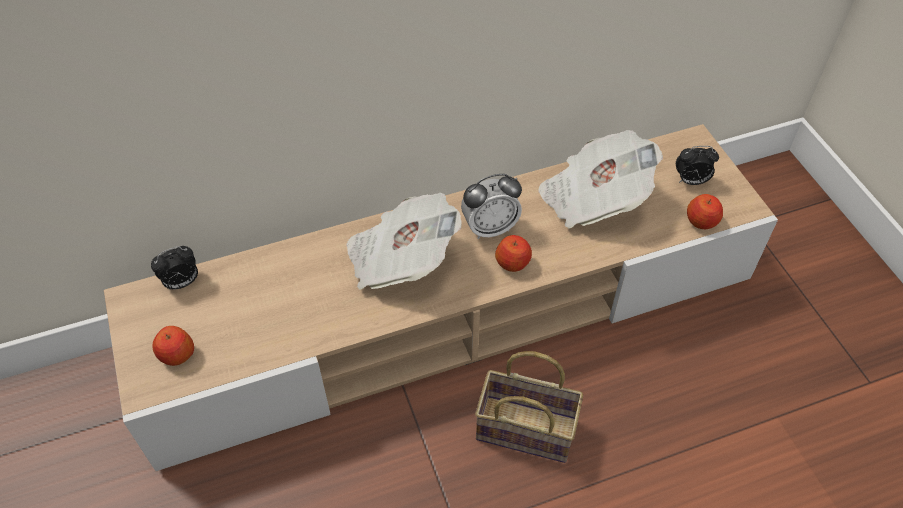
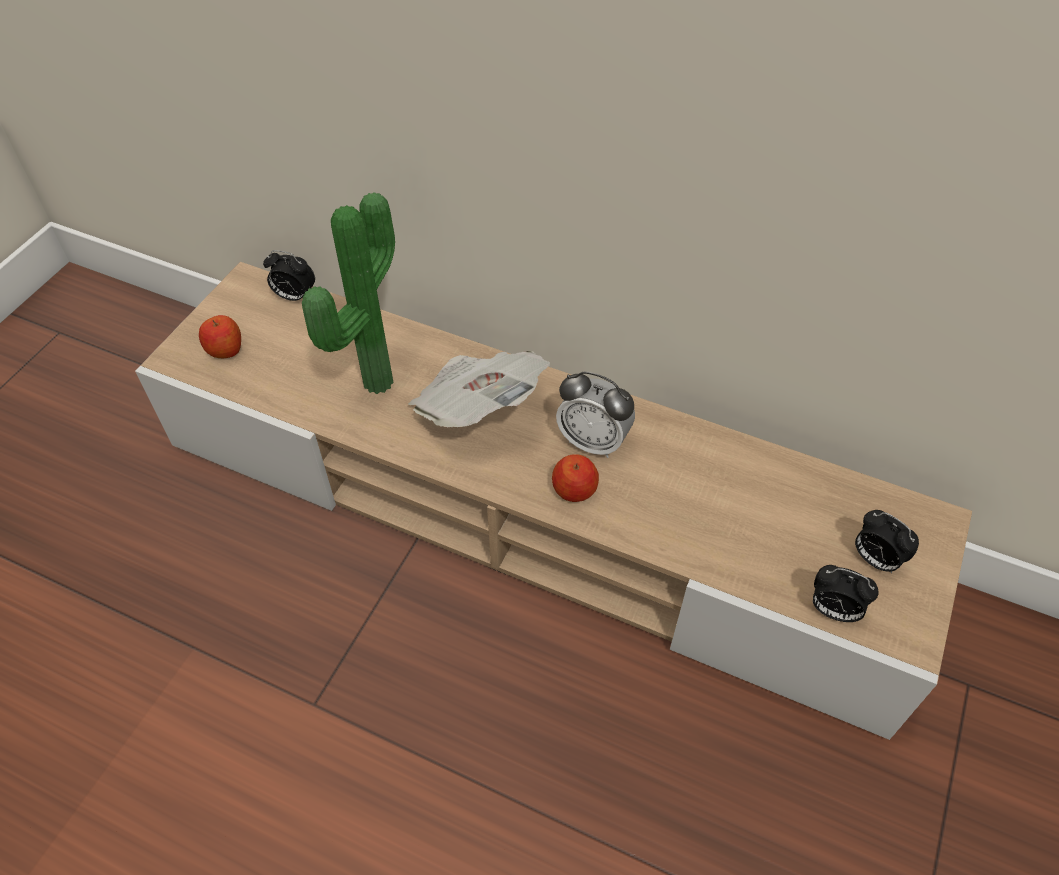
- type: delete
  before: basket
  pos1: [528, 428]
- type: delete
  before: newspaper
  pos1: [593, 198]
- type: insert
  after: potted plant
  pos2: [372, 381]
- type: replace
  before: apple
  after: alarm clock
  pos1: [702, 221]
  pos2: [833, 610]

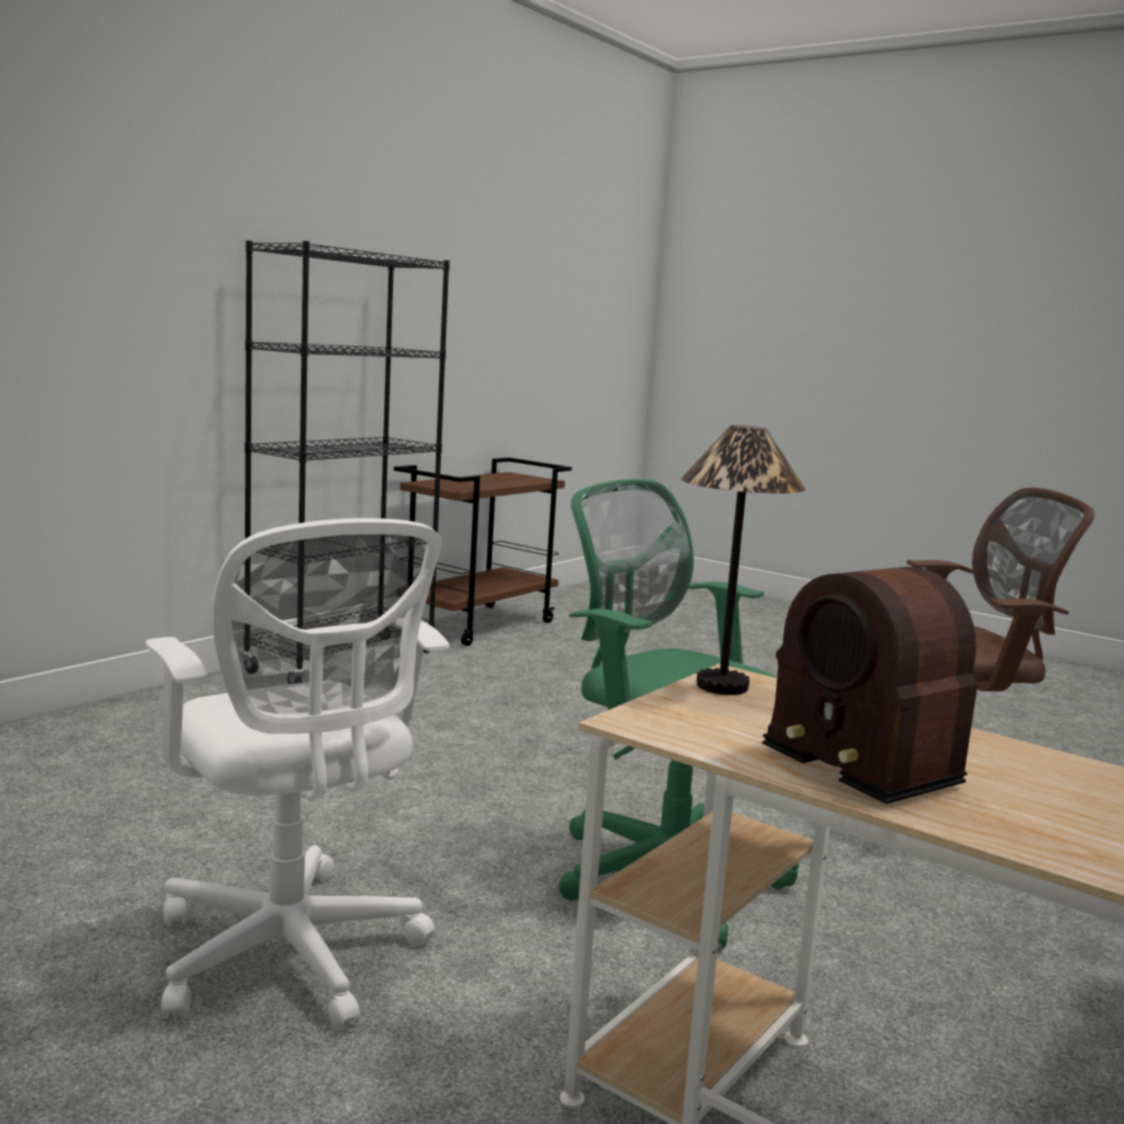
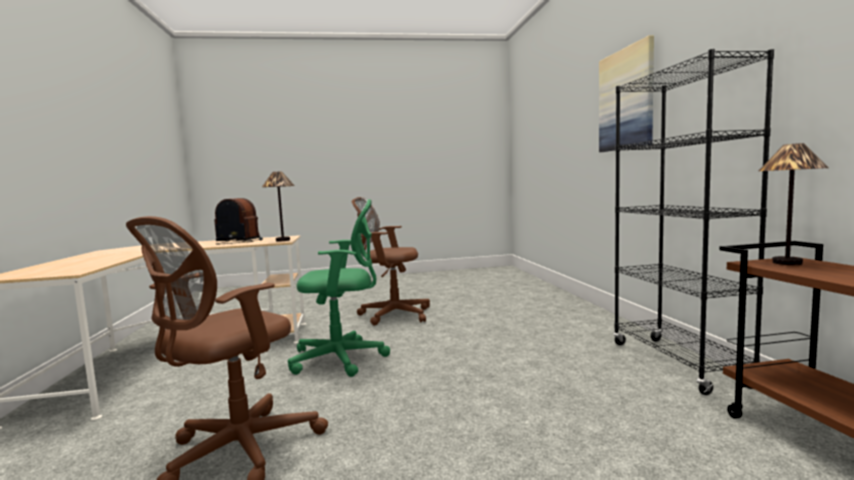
- type: insert
  after: picture
  pos2: [626, 99]
- type: insert
  after: table lamp
  pos2: [786, 263]
- type: recolor
  before: white office chair
  after: brown office chair
  pos1: [291, 957]
  pos2: [392, 315]

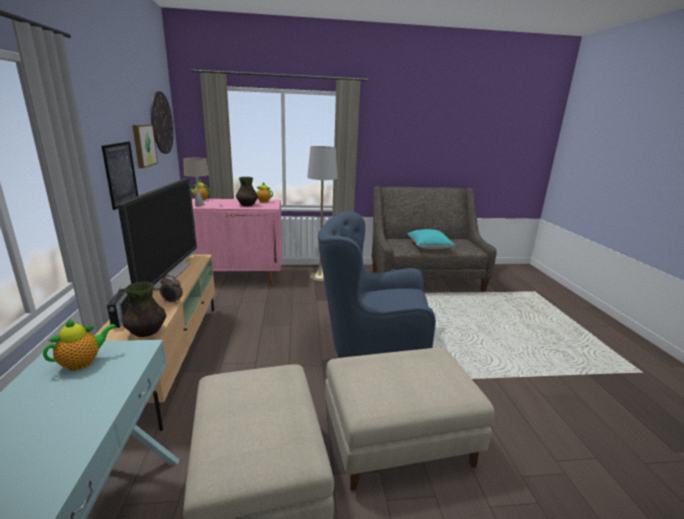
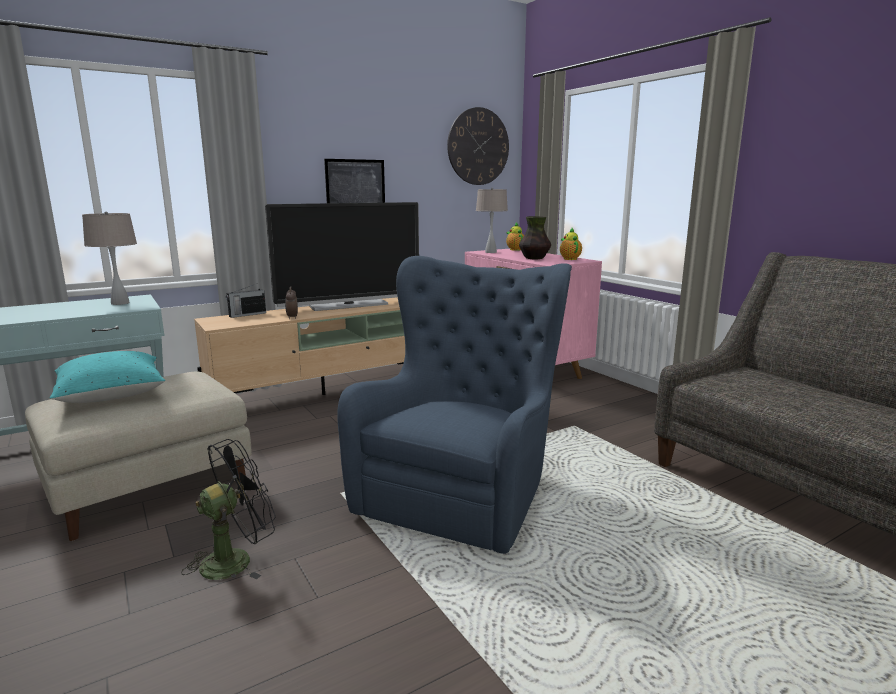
- type: delete
  before: vase
  pos1: [146, 332]
- type: delete
  before: picture
  pos1: [143, 145]
- type: delete
  before: grey floor lamp
  pos1: [320, 276]
- type: move
  before: turquoise pillow
  pos1: [429, 247]
  pos2: [112, 395]
- type: replace
  before: teapot
  after: beige table lamp
  pos1: [83, 362]
  pos2: [119, 303]
- type: replace
  before: beige ottoman
  after: black fan
  pos1: [397, 440]
  pos2: [236, 559]
- type: rotate
  before: blue armchair
  pos1: [371, 344]
  pos2: [463, 490]
  turn: 45

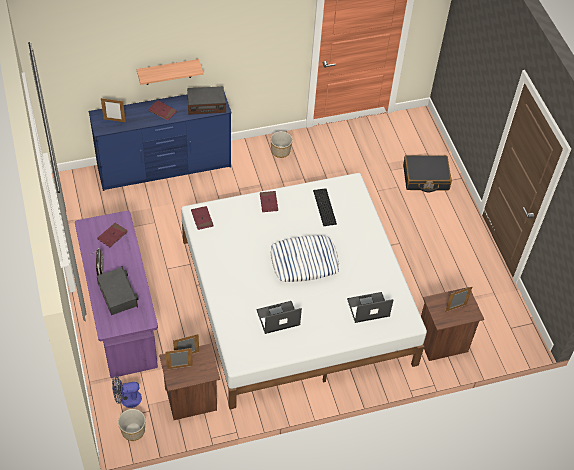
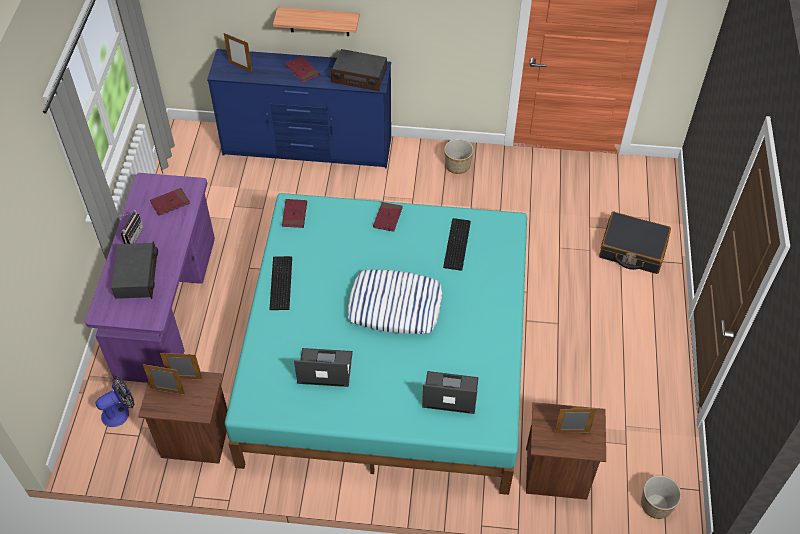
- type: insert
  after: keyboard
  pos2: [279, 283]
- type: move
  before: planter
  pos1: [133, 431]
  pos2: [656, 505]
- type: recolor
  before: white bed
  after: turquoise bed
  pos1: [295, 300]
  pos2: [386, 356]
- type: rotate
  before: fan
  pos1: [127, 399]
  pos2: [120, 412]
  turn: 135

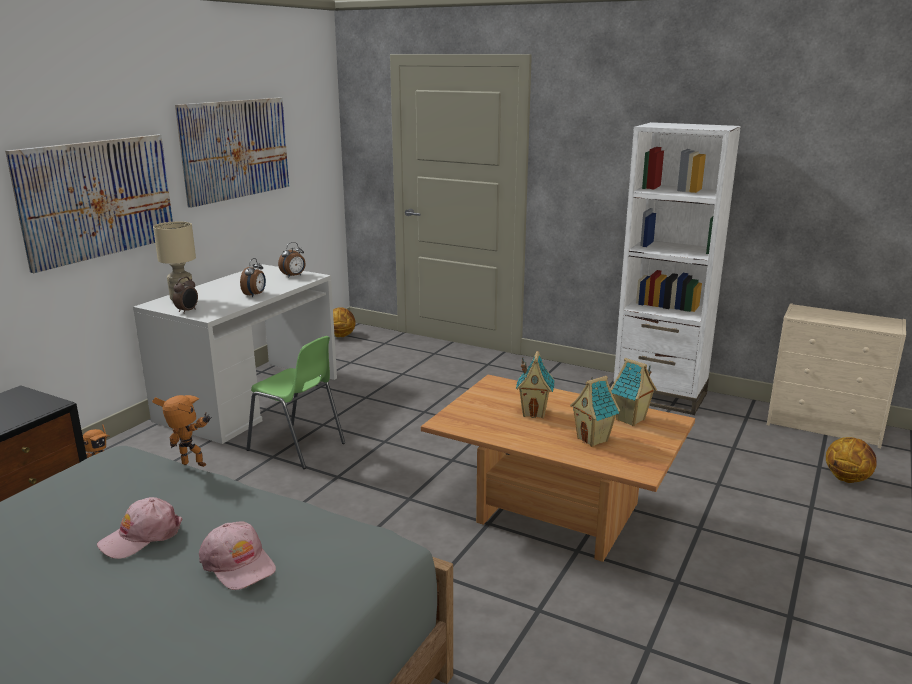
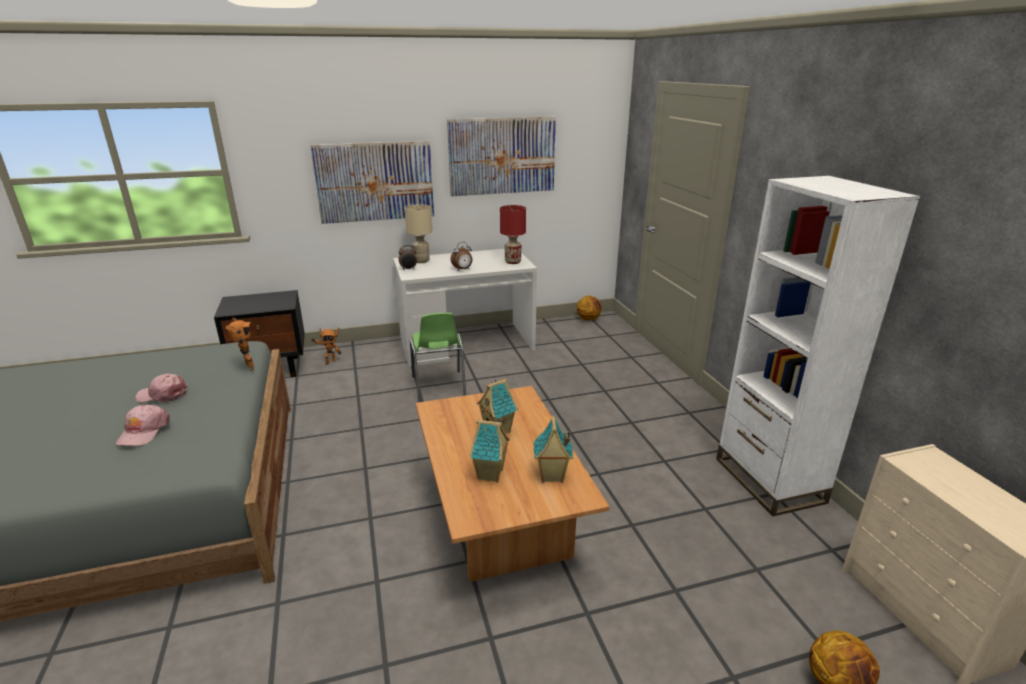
- type: replace
  before: alarm clock
  after: red table lamp
  pos1: [294, 276]
  pos2: [513, 262]

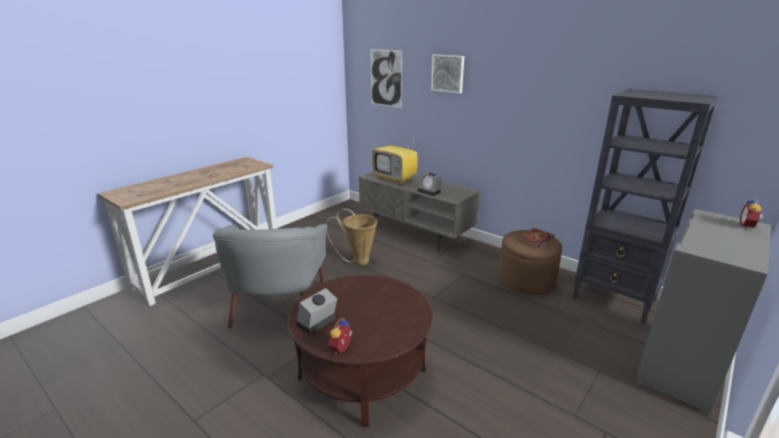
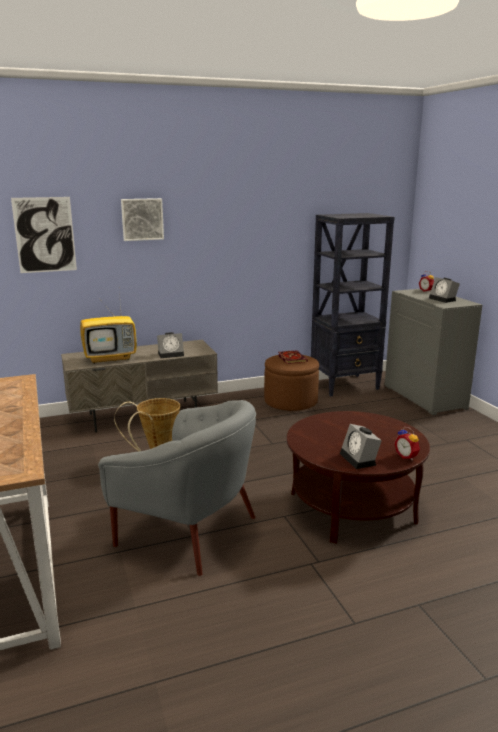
- type: insert
  after: alarm clock
  pos2: [443, 299]

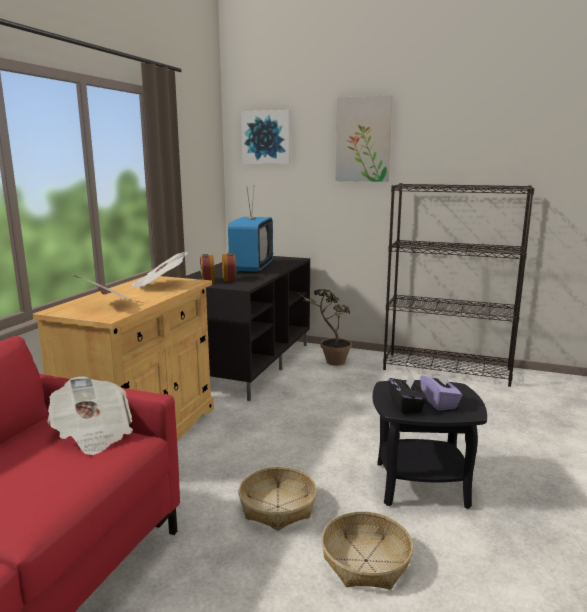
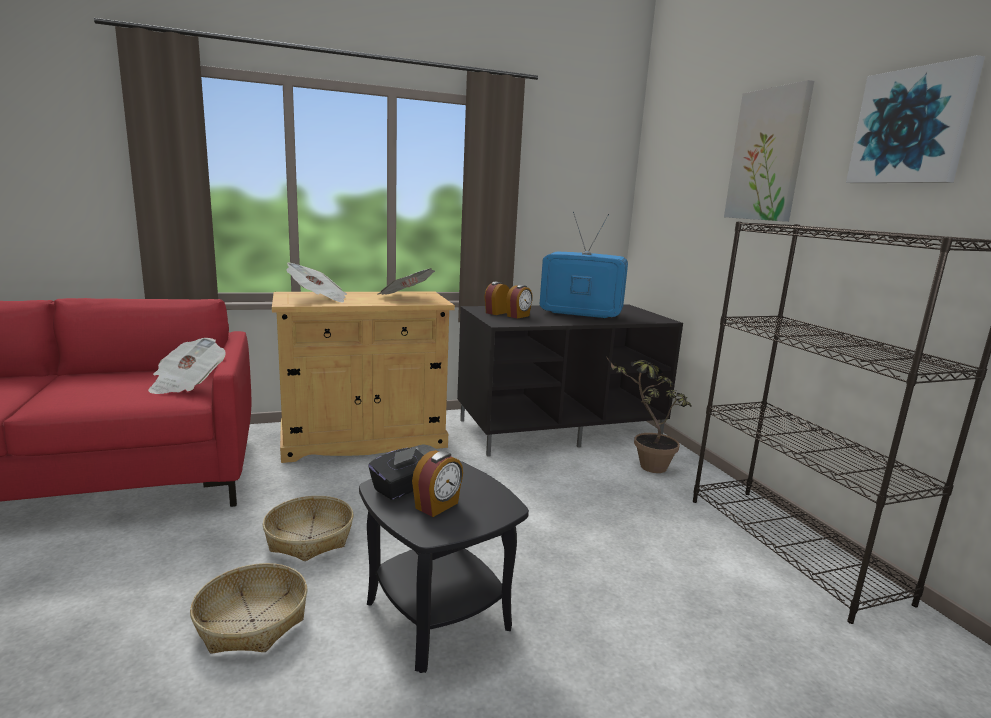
- type: move
  before: picture
  pos1: [266, 137]
  pos2: [911, 126]
- type: replace
  before: purple tissue box
  after: alarm clock
  pos1: [439, 403]
  pos2: [437, 506]
- type: rotate
  before: television
  pos1: [251, 267]
  pos2: [580, 314]
  turn: -135

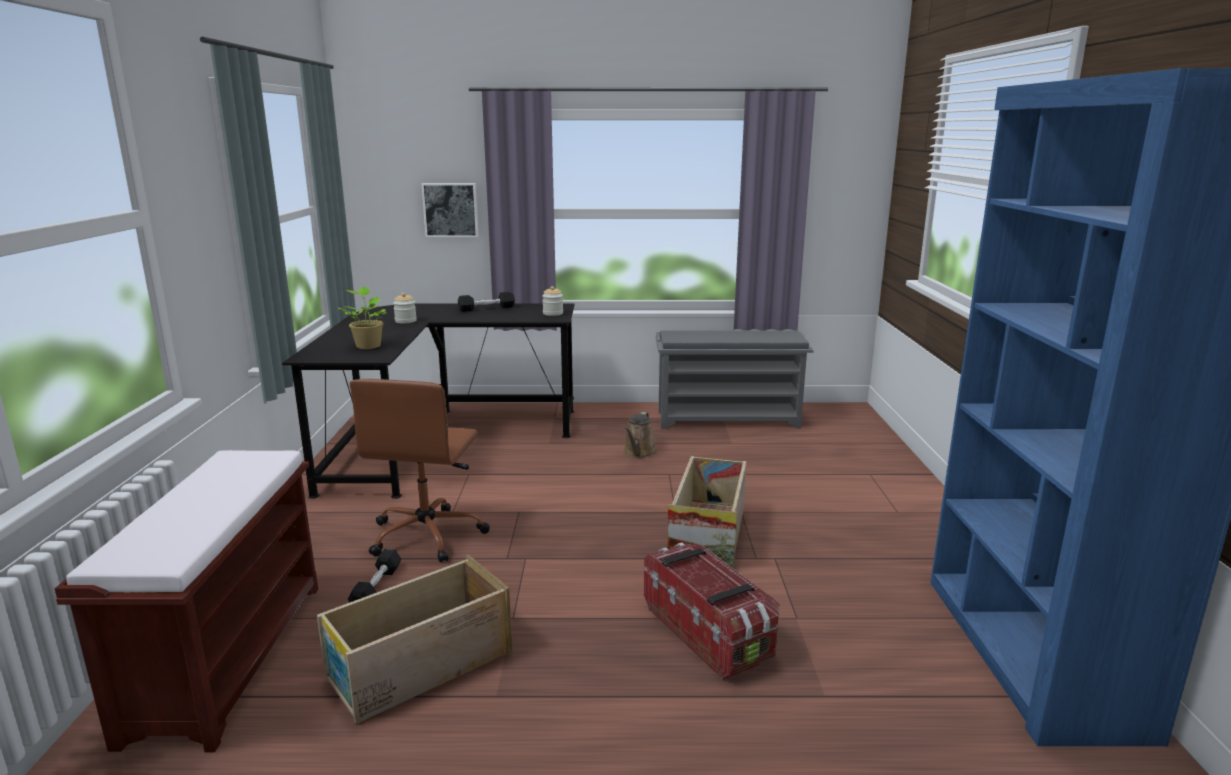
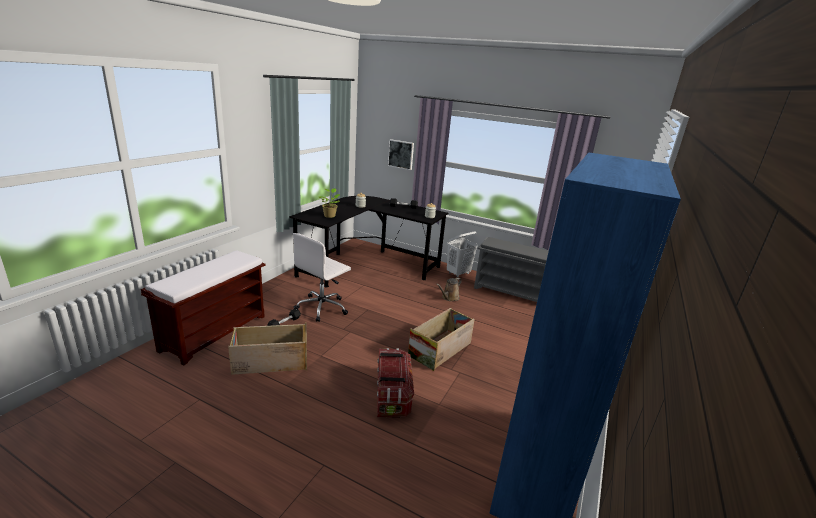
- type: insert
  after: white laundry basket
  pos2: [458, 273]
- type: recolor
  before: brown office chair
  after: white office chair
  pos1: [428, 535]
  pos2: [322, 307]

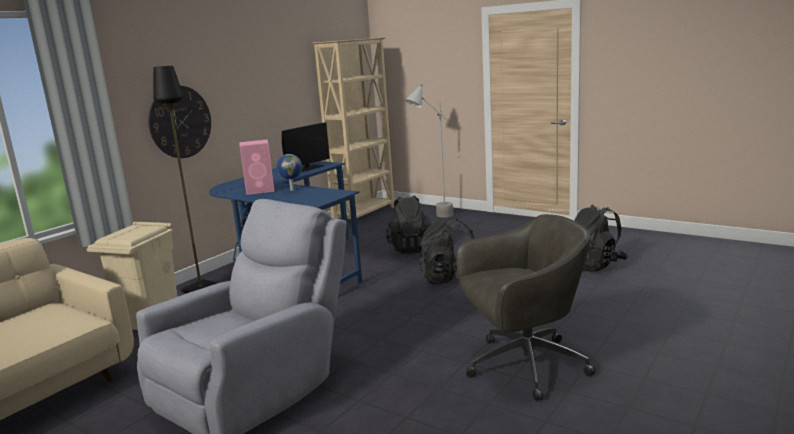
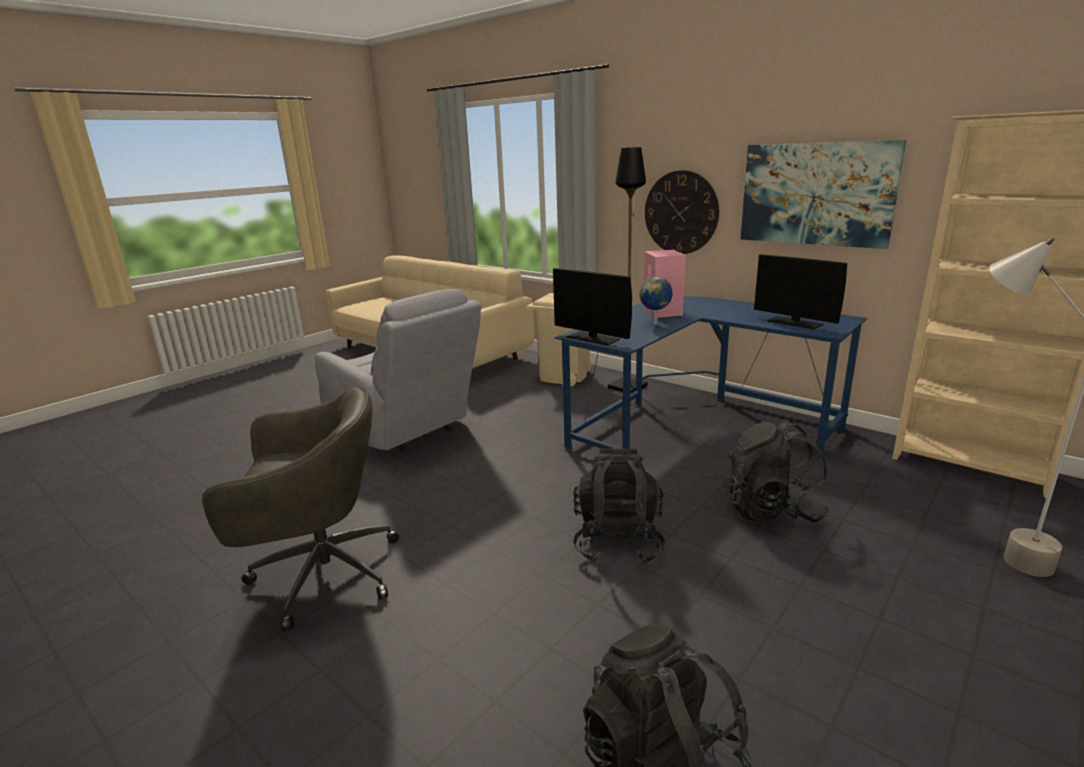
- type: insert
  after: monitor
  pos2: [592, 338]
- type: insert
  after: picture
  pos2: [816, 194]
- type: rotate
  before: grey office chair
  pos1: [523, 366]
  pos2: [321, 574]
  turn: -90

